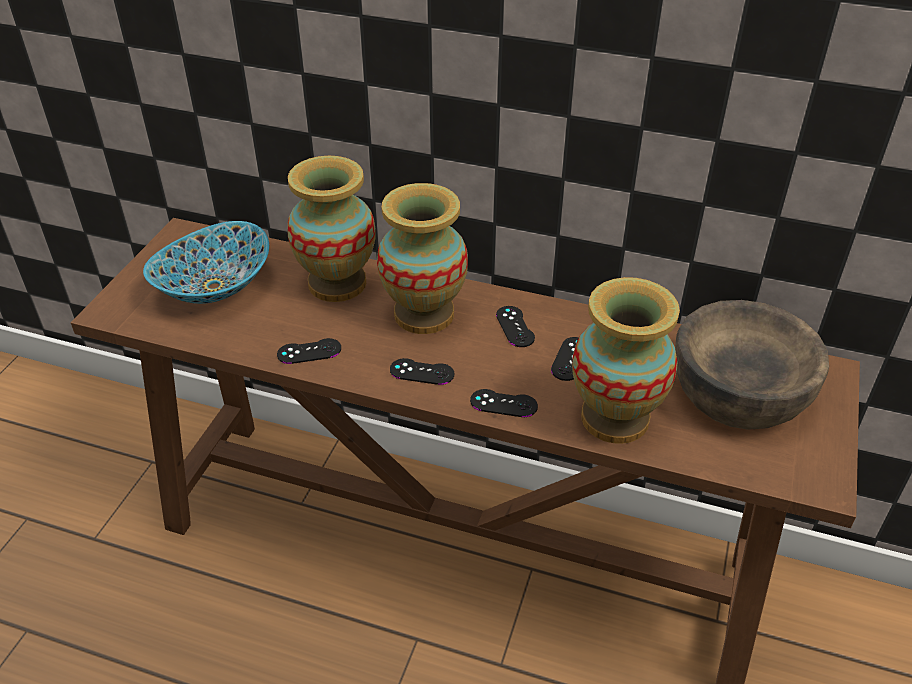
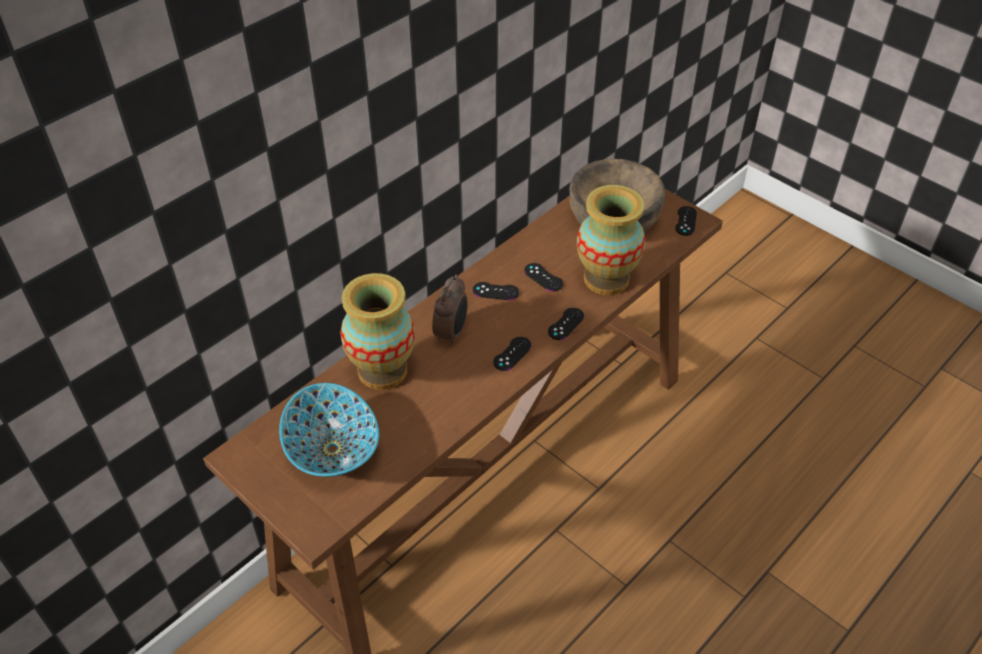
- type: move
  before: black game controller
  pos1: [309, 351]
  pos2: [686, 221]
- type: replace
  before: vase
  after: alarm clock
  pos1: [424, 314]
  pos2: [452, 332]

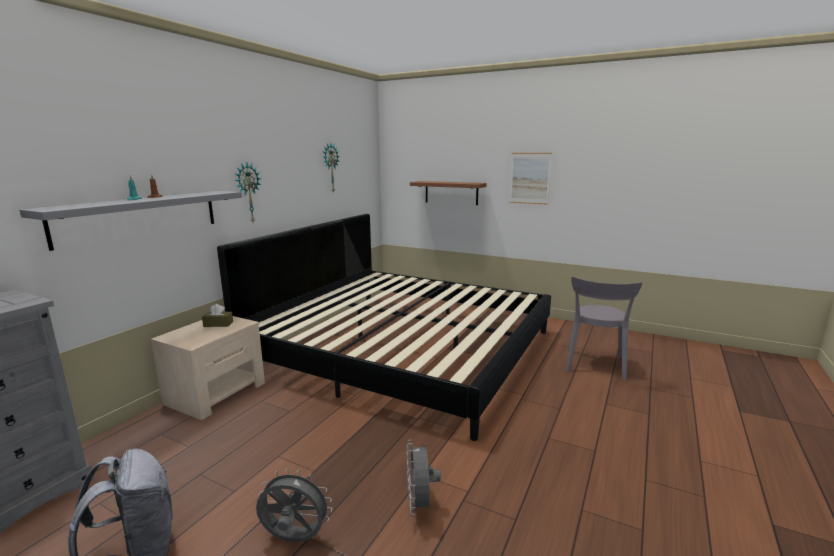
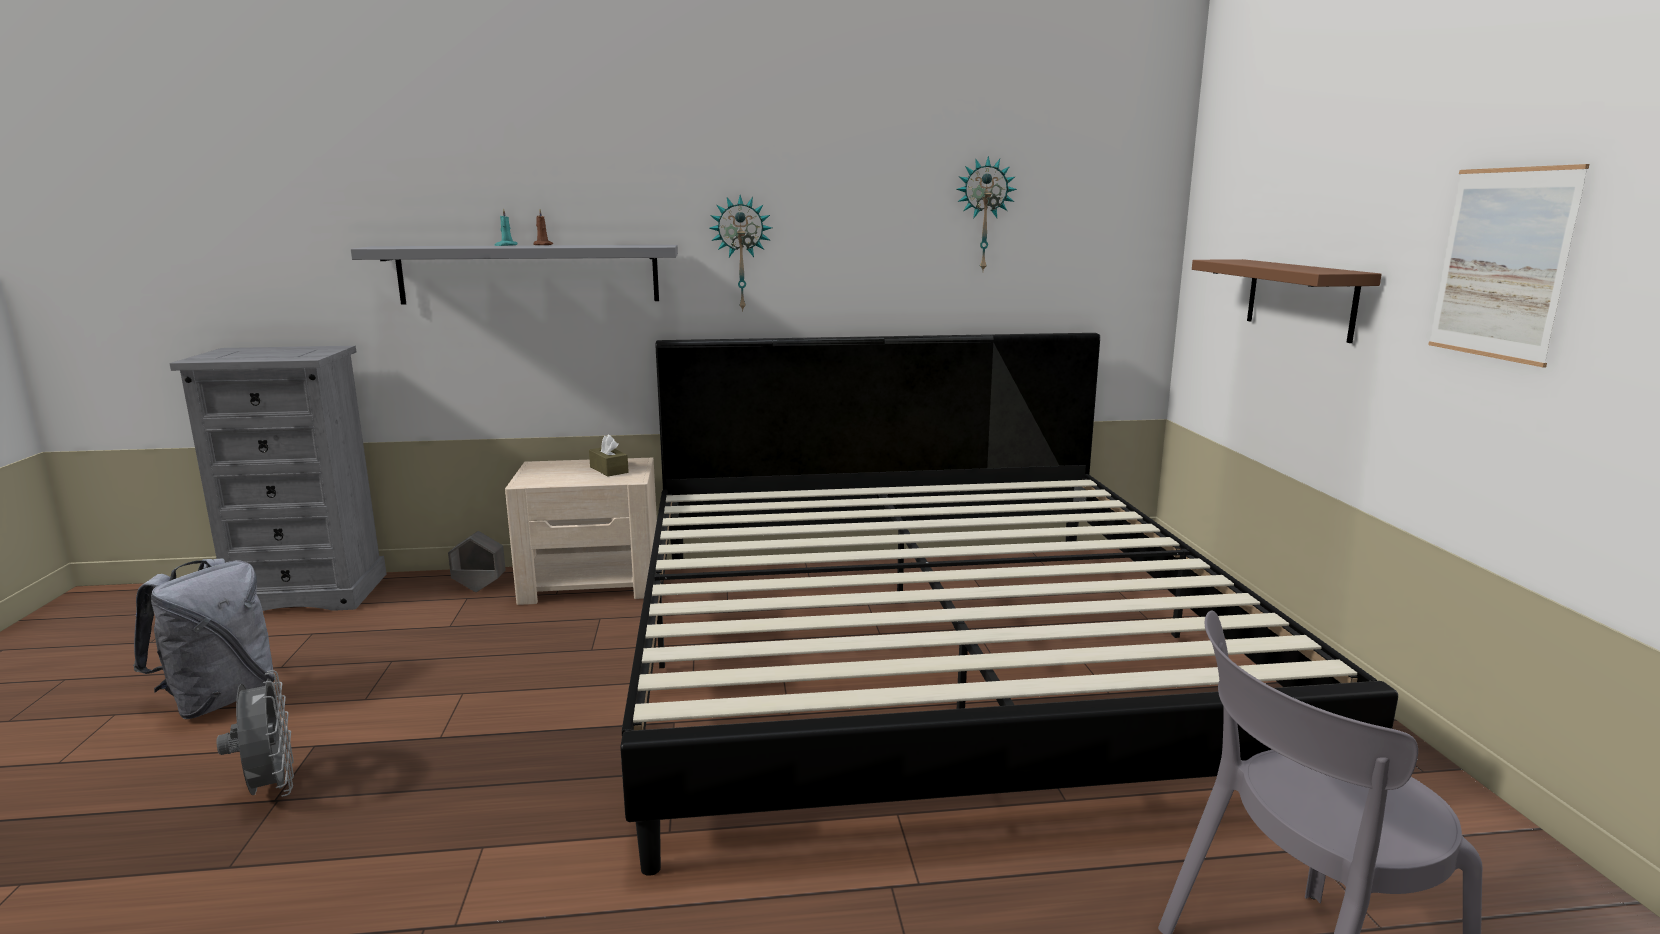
- type: delete
  before: grey fan
  pos1: [420, 505]
- type: insert
  after: grey planter
  pos2: [480, 588]

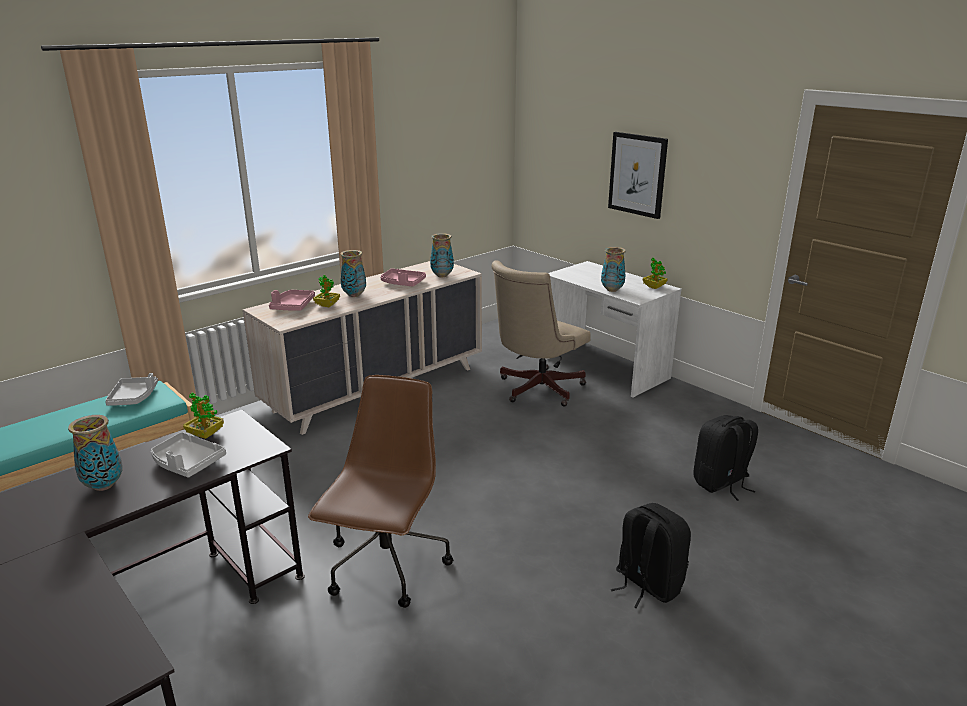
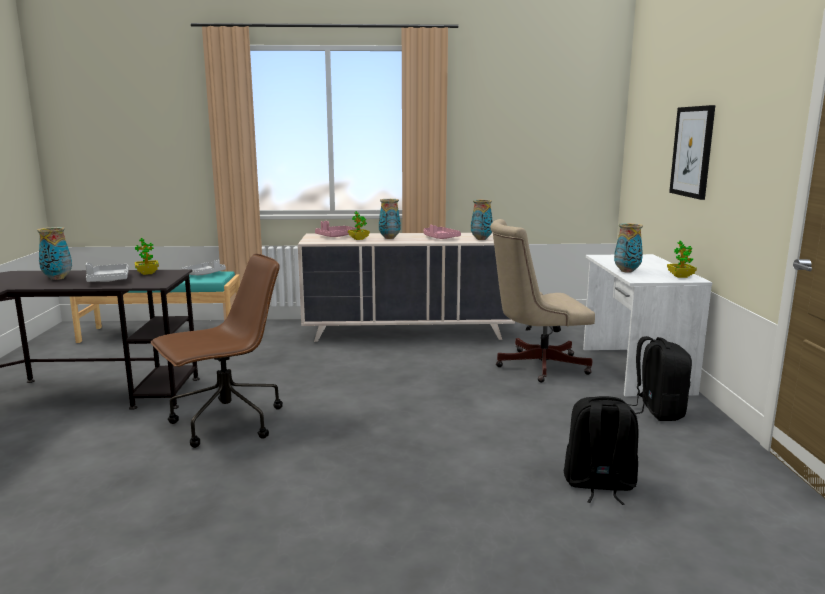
- type: move
  before: black backpack
  pos1: [646, 584]
  pos2: [657, 411]

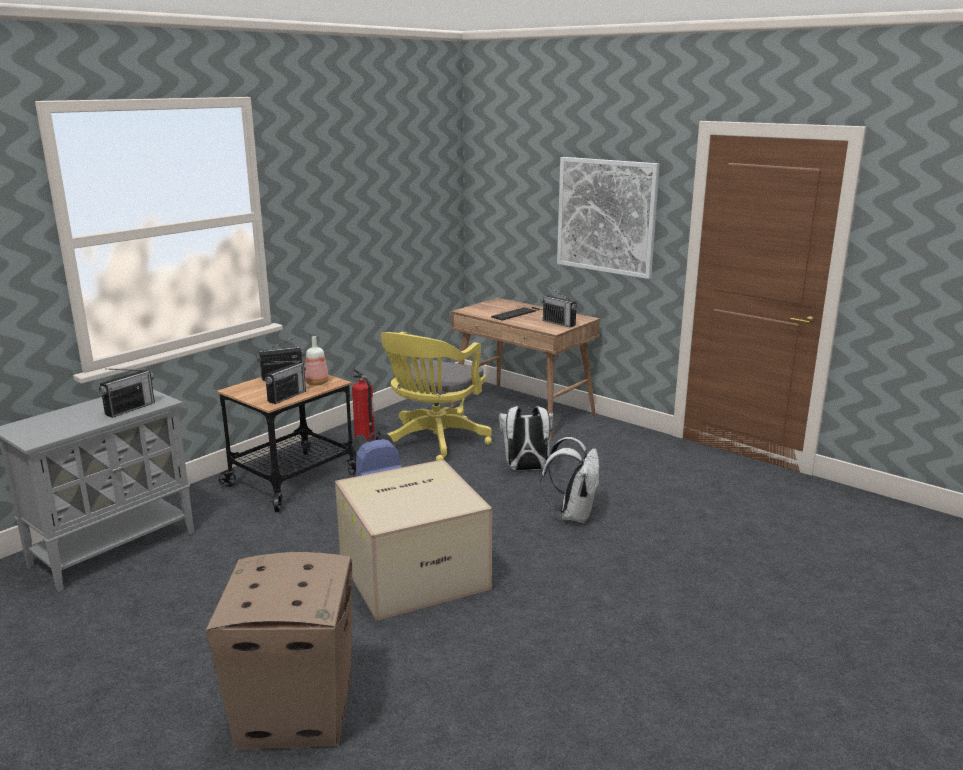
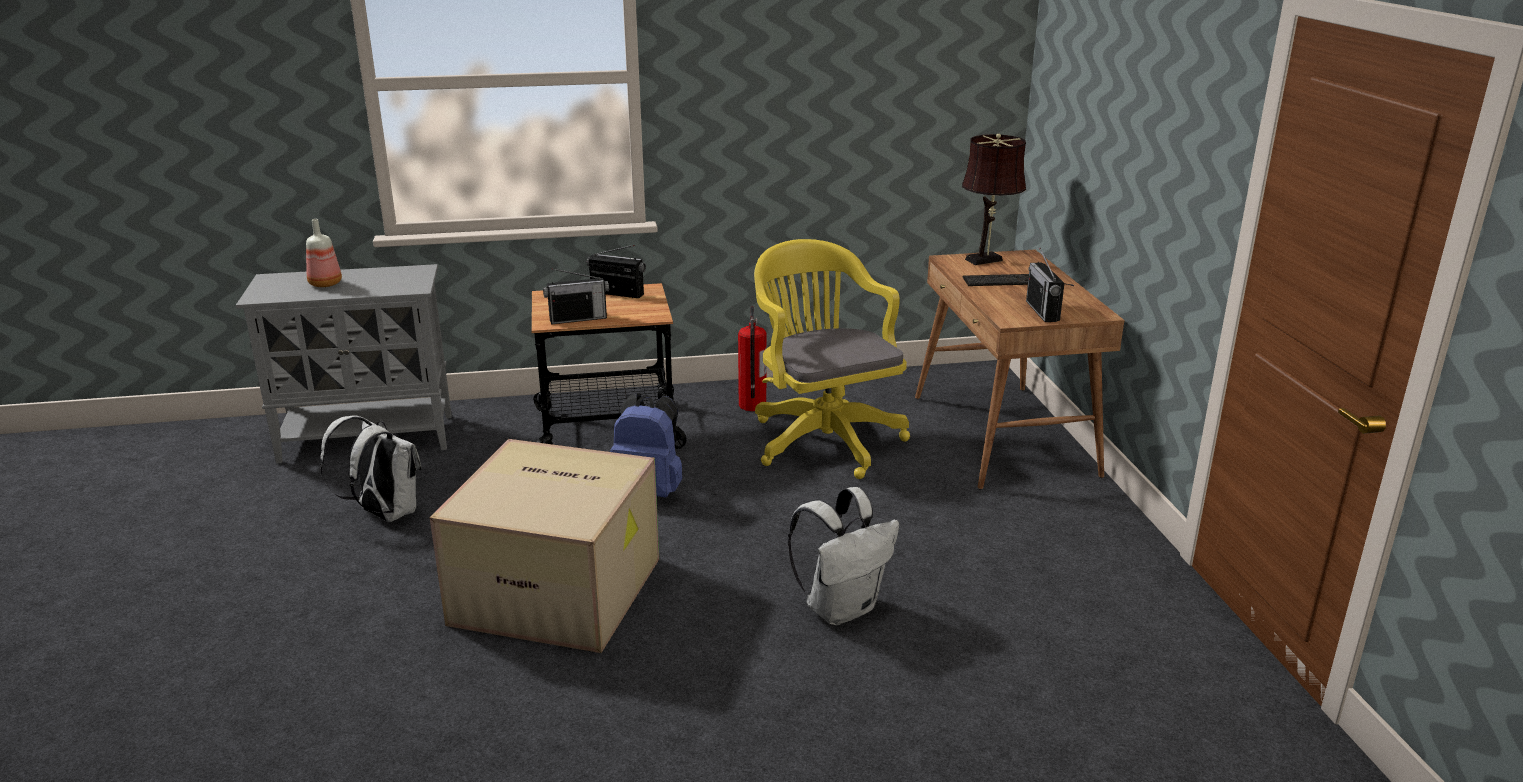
- type: delete
  before: radio
  pos1: [130, 409]
- type: delete
  before: cardboard box
  pos1: [296, 710]
- type: delete
  before: picture
  pos1: [606, 216]
- type: insert
  after: brown table lamp
  pos2: [987, 260]
- type: move
  before: bottle
  pos1: [316, 383]
  pos2: [324, 284]
- type: move
  before: white backpack
  pos1: [526, 469]
  pos2: [384, 514]
- type: rotate
  before: yellow office chair
  pos1: [434, 442]
  pos2: [823, 438]
  turn: 90

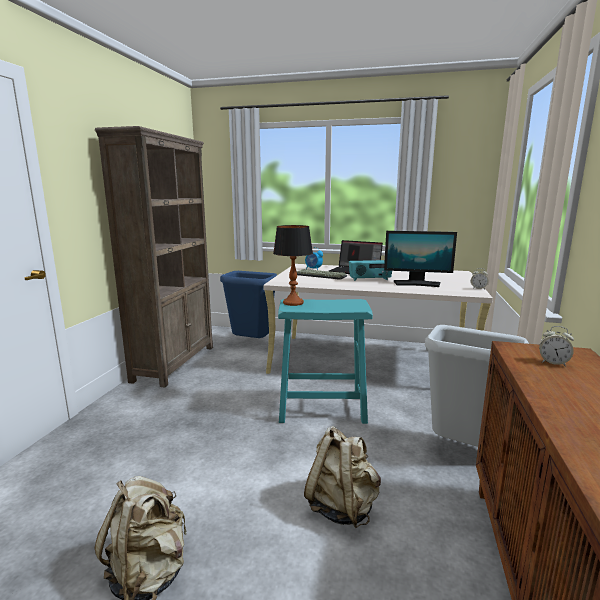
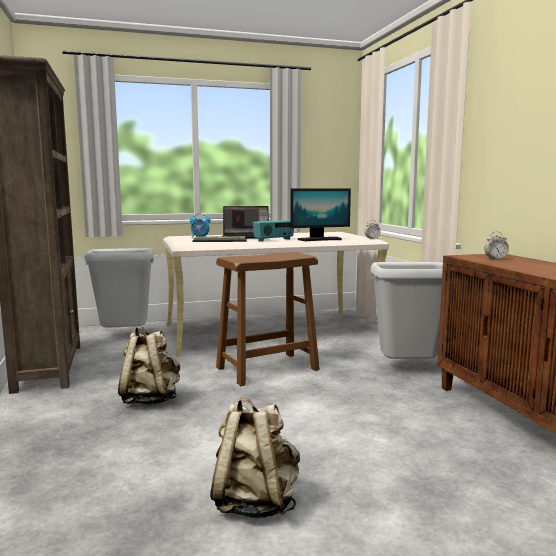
- type: delete
  before: table lamp
  pos1: [293, 303]
- type: move
  before: beige backpack
  pos1: [342, 506]
  pos2: [150, 399]
- type: recolor
  before: blue trash can
  after: grey trash can
  pos1: [250, 343]
  pos2: [124, 336]
- type: recolor
  before: turquoise stool
  after: brown stool
  pos1: [321, 408]
  pos2: [266, 369]

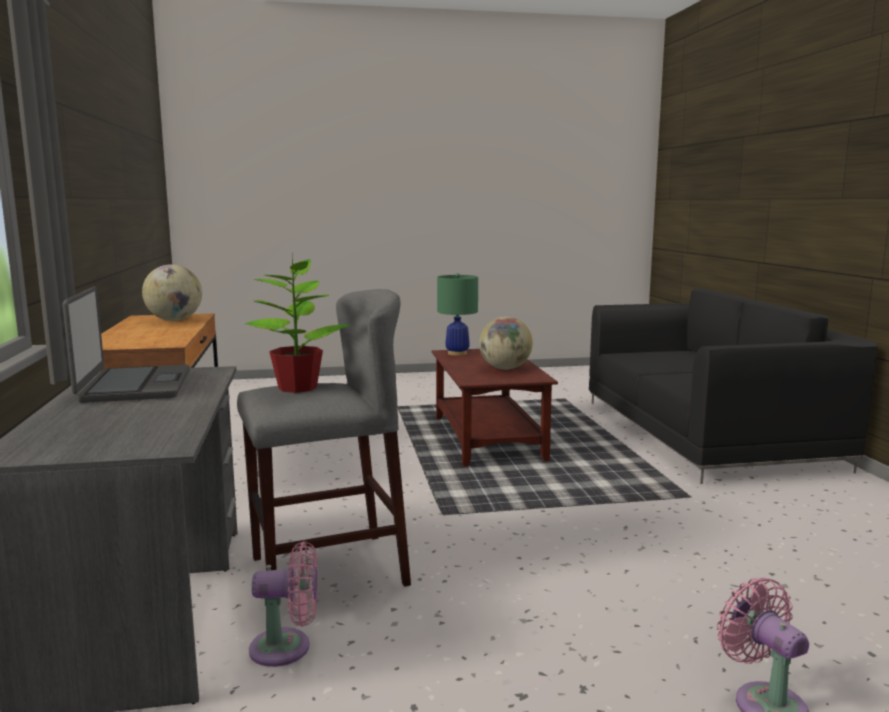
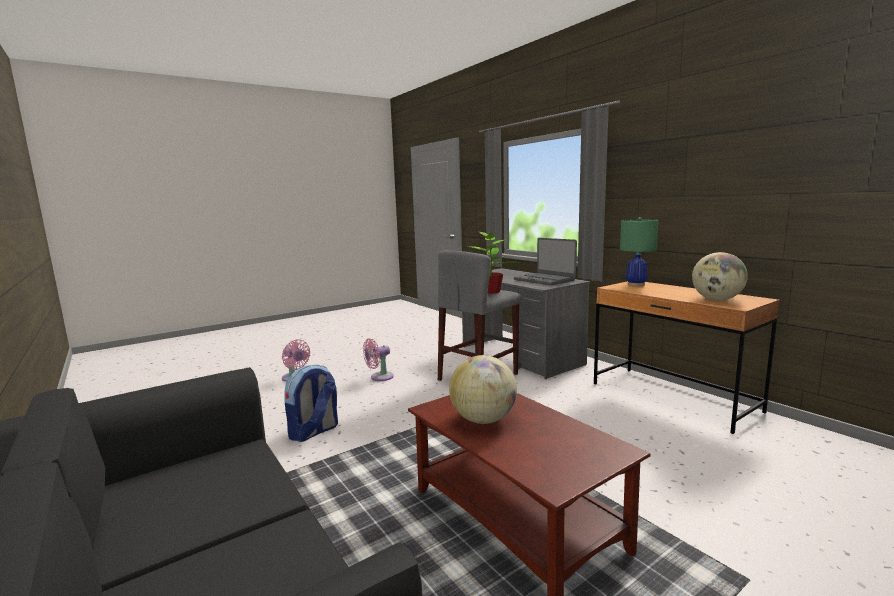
- type: insert
  after: backpack
  pos2: [314, 432]
- type: move
  before: pink fan
  pos1: [287, 648]
  pos2: [379, 377]
- type: move
  before: green table lamp
  pos1: [457, 353]
  pos2: [636, 285]

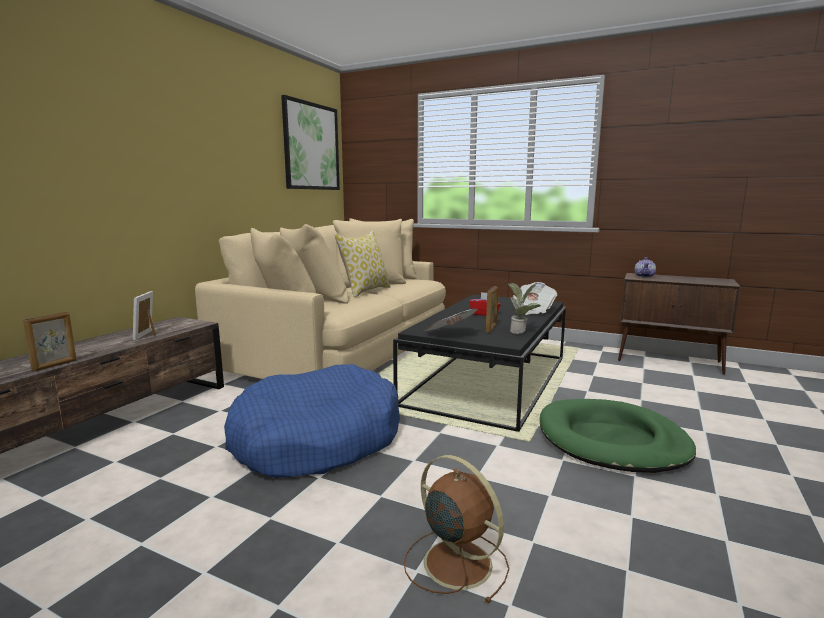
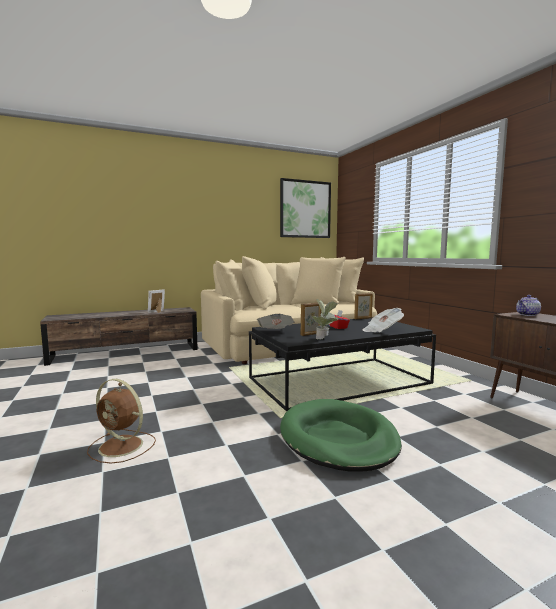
- type: delete
  before: blue dog bed
  pos1: [317, 439]
- type: delete
  before: pillow
  pos1: [365, 291]
- type: move
  before: picture frame
  pos1: [55, 365]
  pos2: [363, 318]
- type: rotate
  before: brown fan
  pos1: [455, 562]
  pos2: [122, 446]
  turn: 120

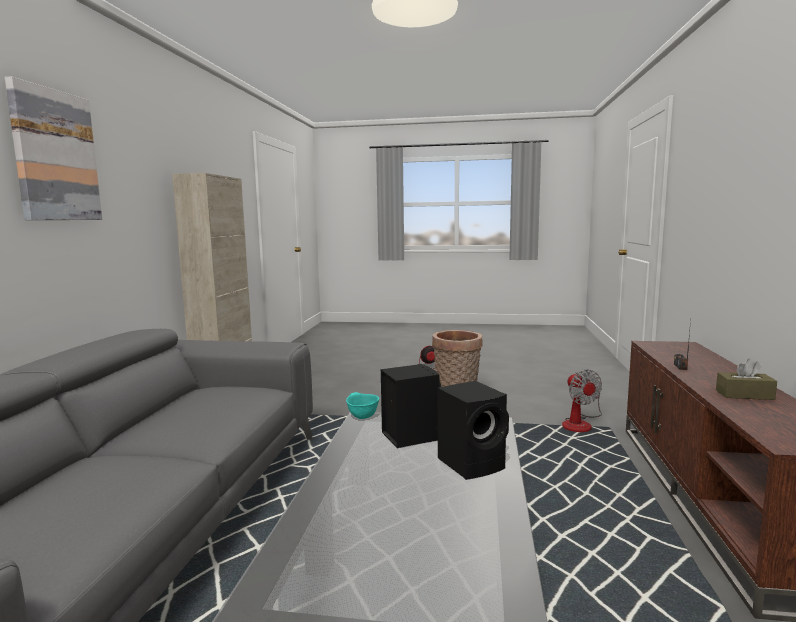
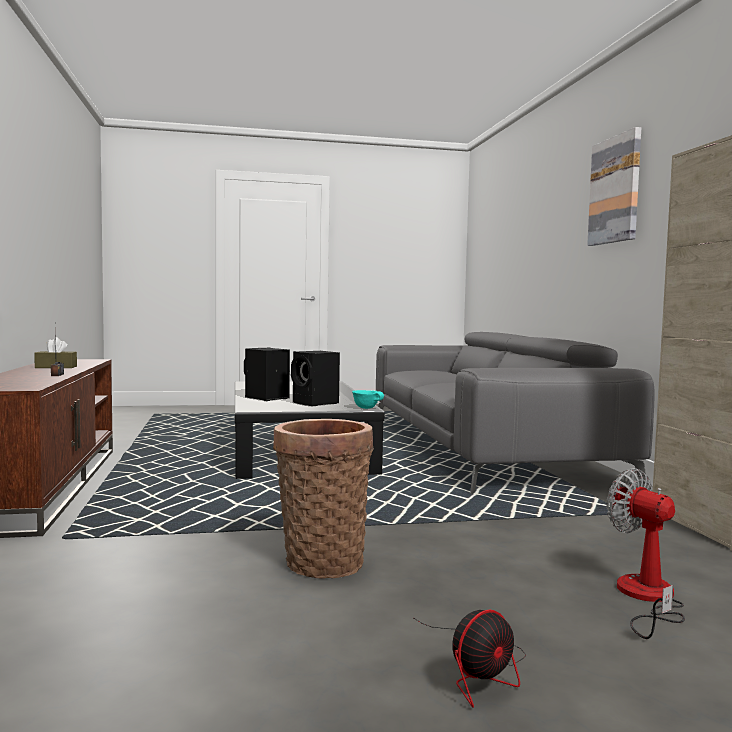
- type: move
  before: fan
  pos1: [580, 424]
  pos2: [646, 598]

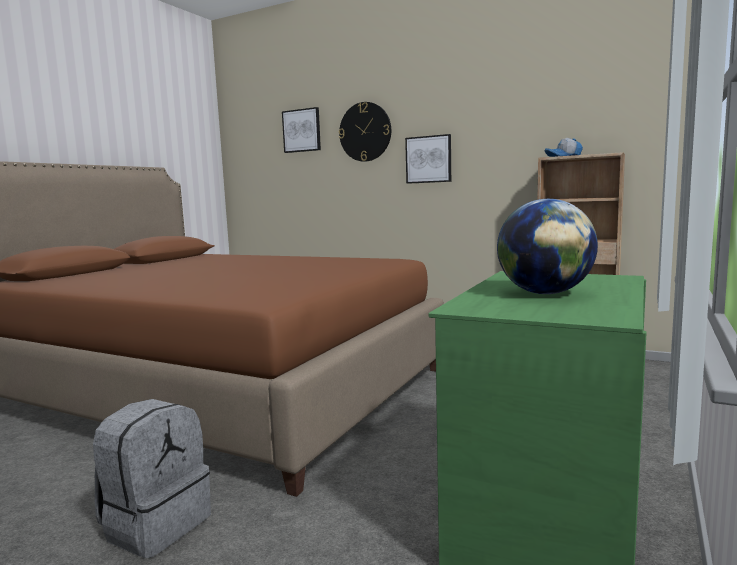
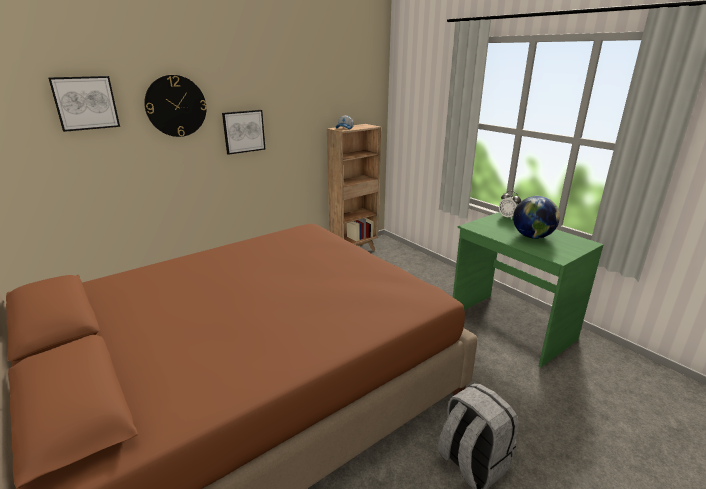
- type: insert
  after: alarm clock
  pos2: [508, 217]

